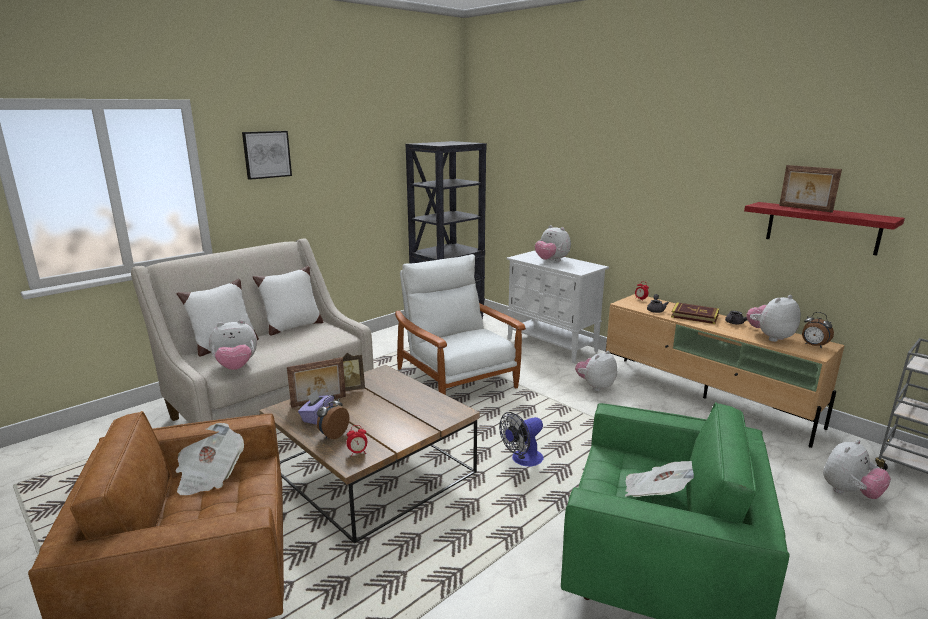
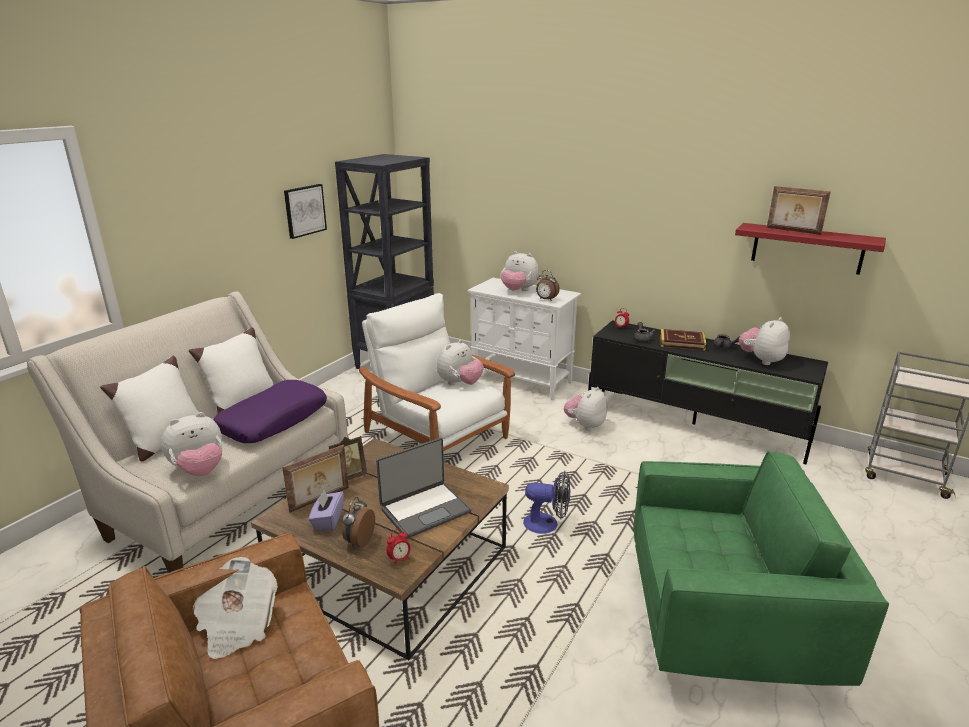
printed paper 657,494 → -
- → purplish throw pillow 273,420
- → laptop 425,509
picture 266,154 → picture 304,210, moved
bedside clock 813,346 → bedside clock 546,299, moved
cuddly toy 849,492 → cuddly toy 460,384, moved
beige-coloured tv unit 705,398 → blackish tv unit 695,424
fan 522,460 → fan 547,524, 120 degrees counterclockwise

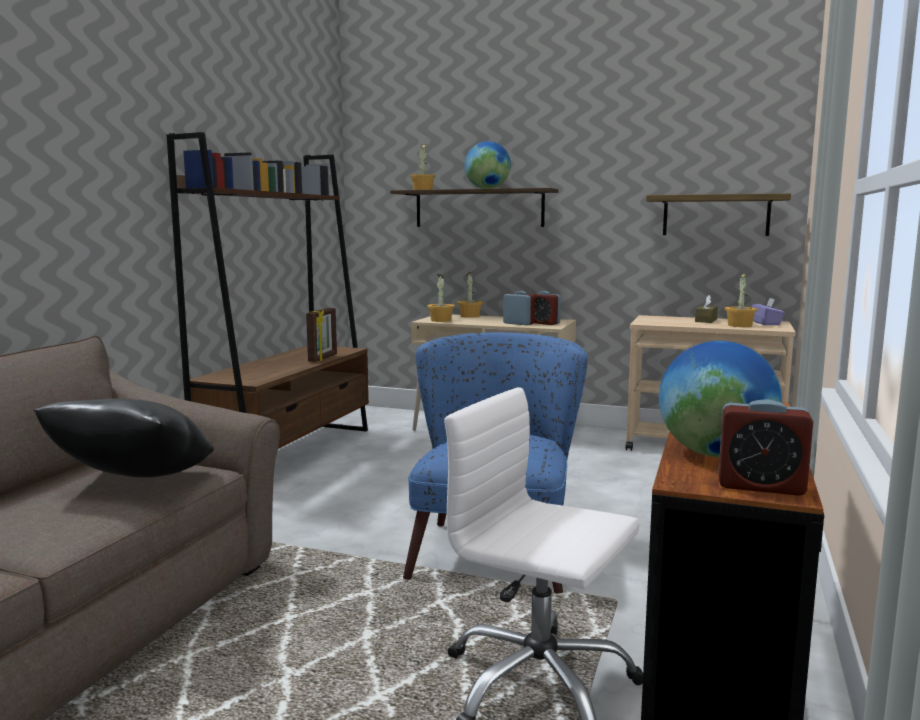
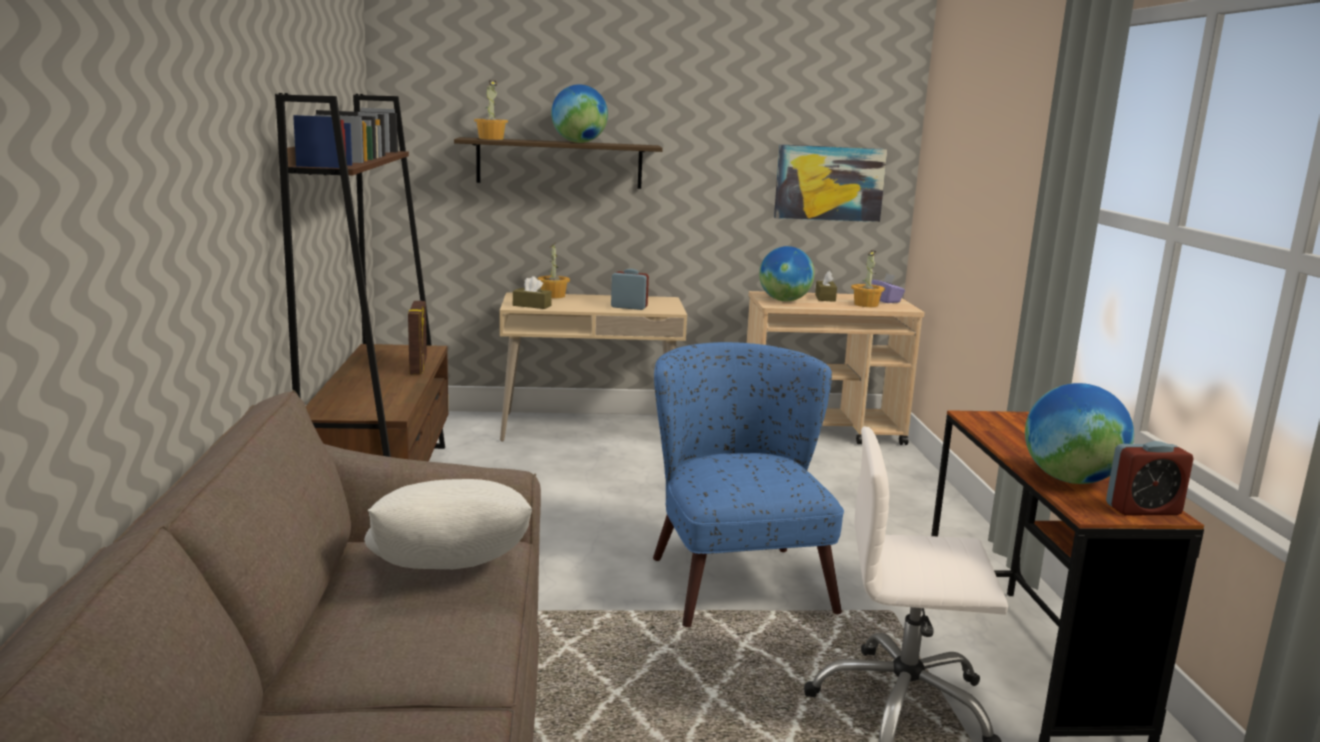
bedside clock 544,323 → -
- → globe 784,300
plant in a pot 440,320 → brown-coloured box of tissues 532,305
shelf 715,215 → picture 829,183
blackish throw pillow 134,483 → white throw pillow 447,575

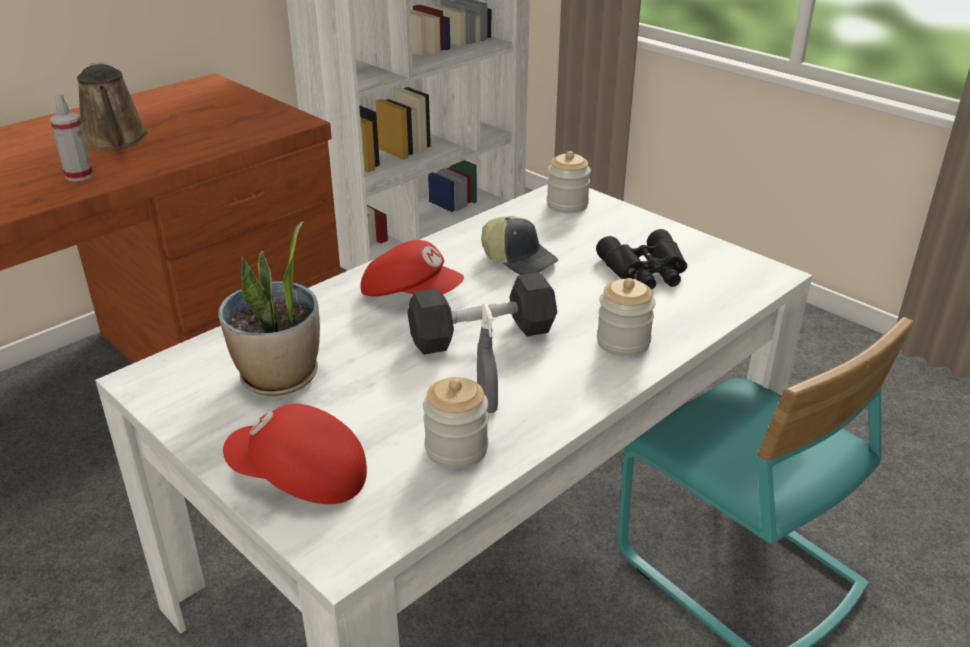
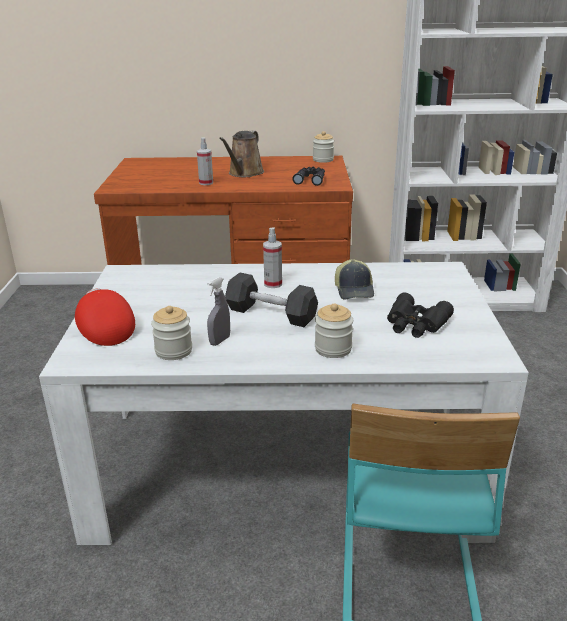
plant in a pot 280,377 → -
- → blackish field glasses 310,180
storage jar 567,205 → storage jar 323,160, moved
red-coloured peaked cap 411,294 → sprayer 273,284

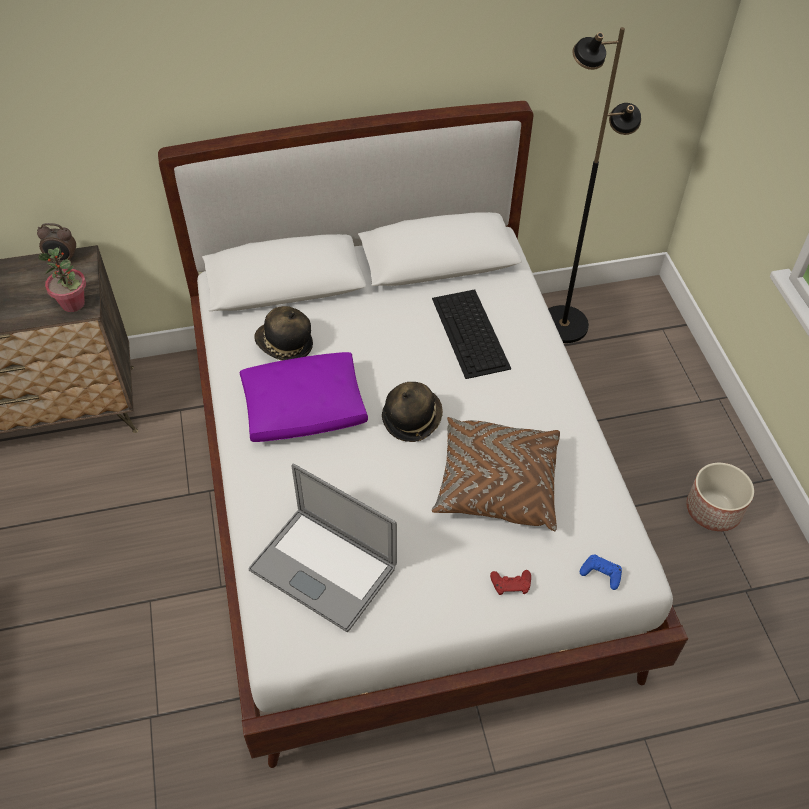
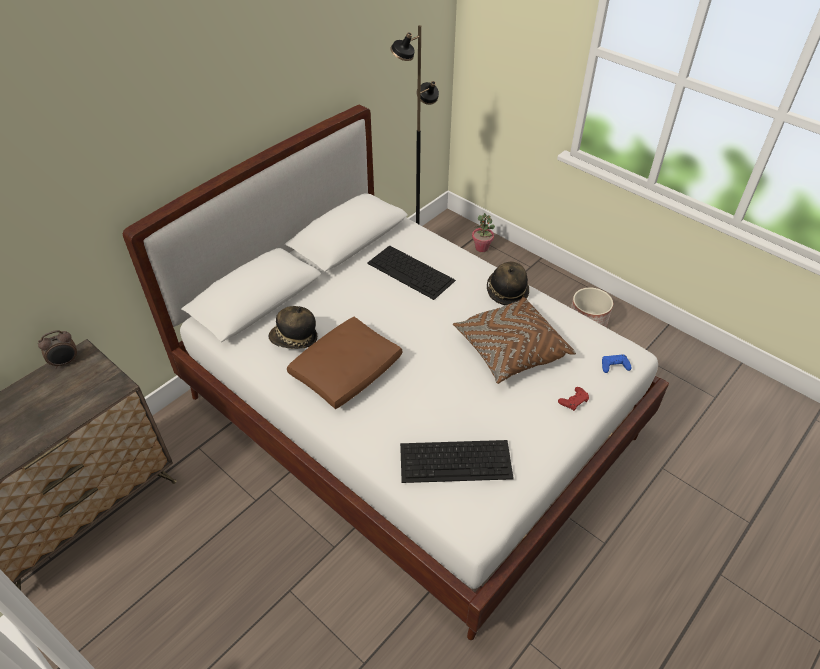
plant in a pot 73,304 → plant in a pot 482,248, moved
wearable hat 412,418 → wearable hat 506,291, moved
laptop 323,568 → PC keyboard 456,460
purplish throw pillow 305,407 → brown-coloured throw pillow 347,370

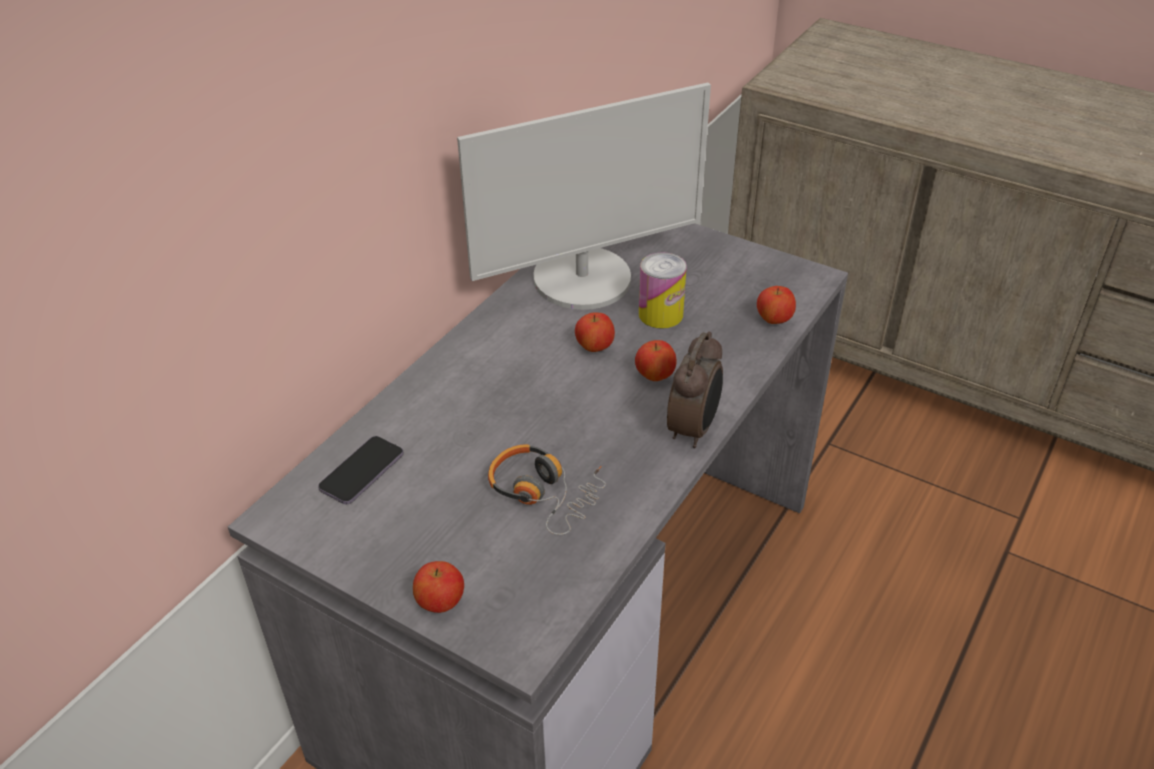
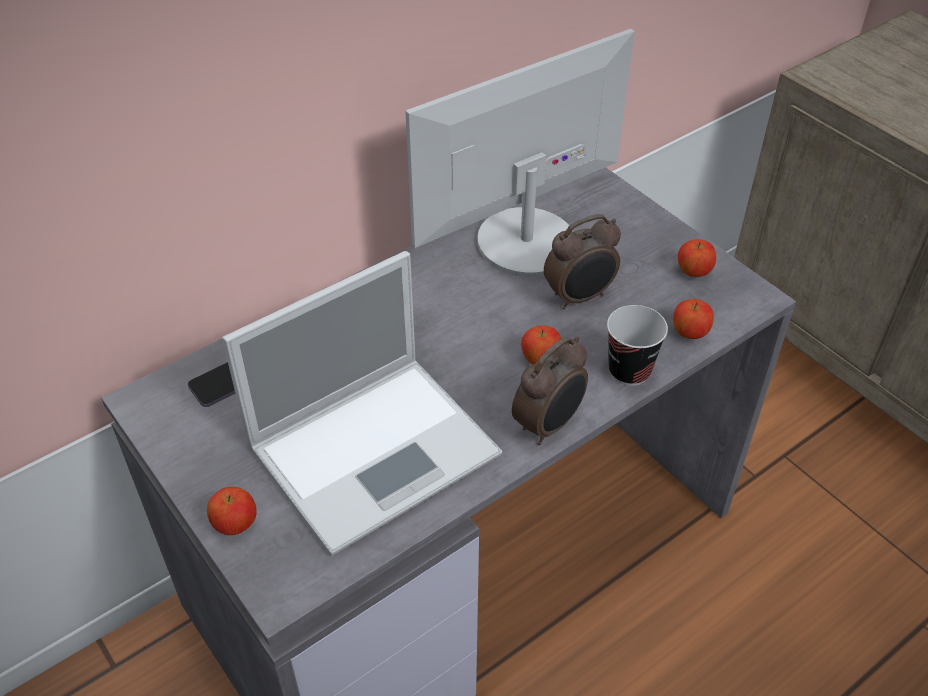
- → cup 629,371
apple 594,348 → apple 693,272, moved
headphones 544,493 → laptop 378,448
metal can 660,314 → bedside clock 580,297
computer display 583,279 → computer display 524,242, 150 degrees clockwise

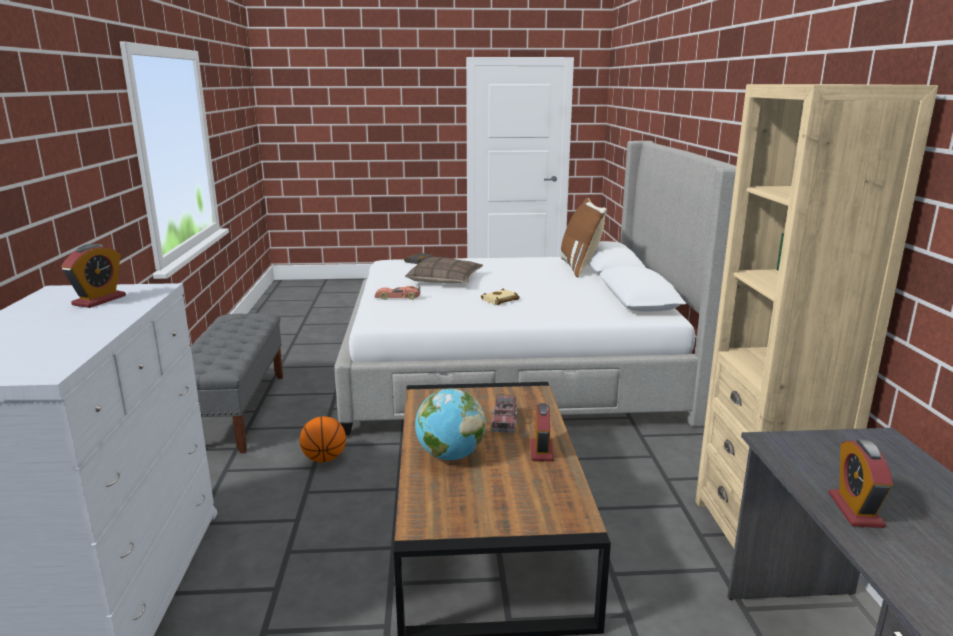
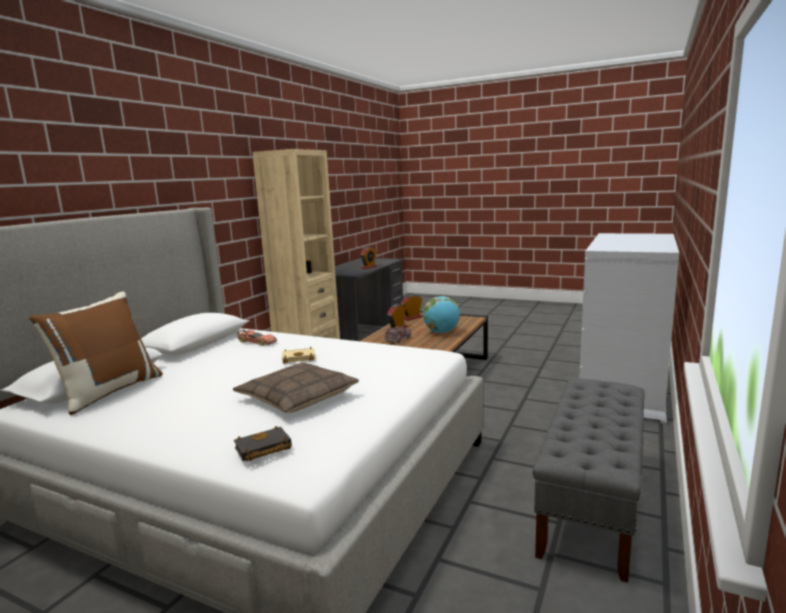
basketball ball 324,459 → -
bedside clock 99,300 → bedside clock 412,317, moved
miniature car 398,297 → miniature car 256,342, moved

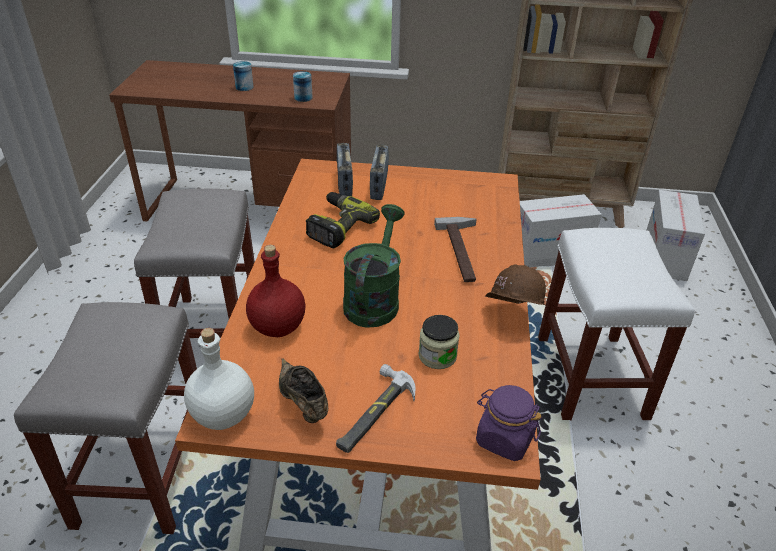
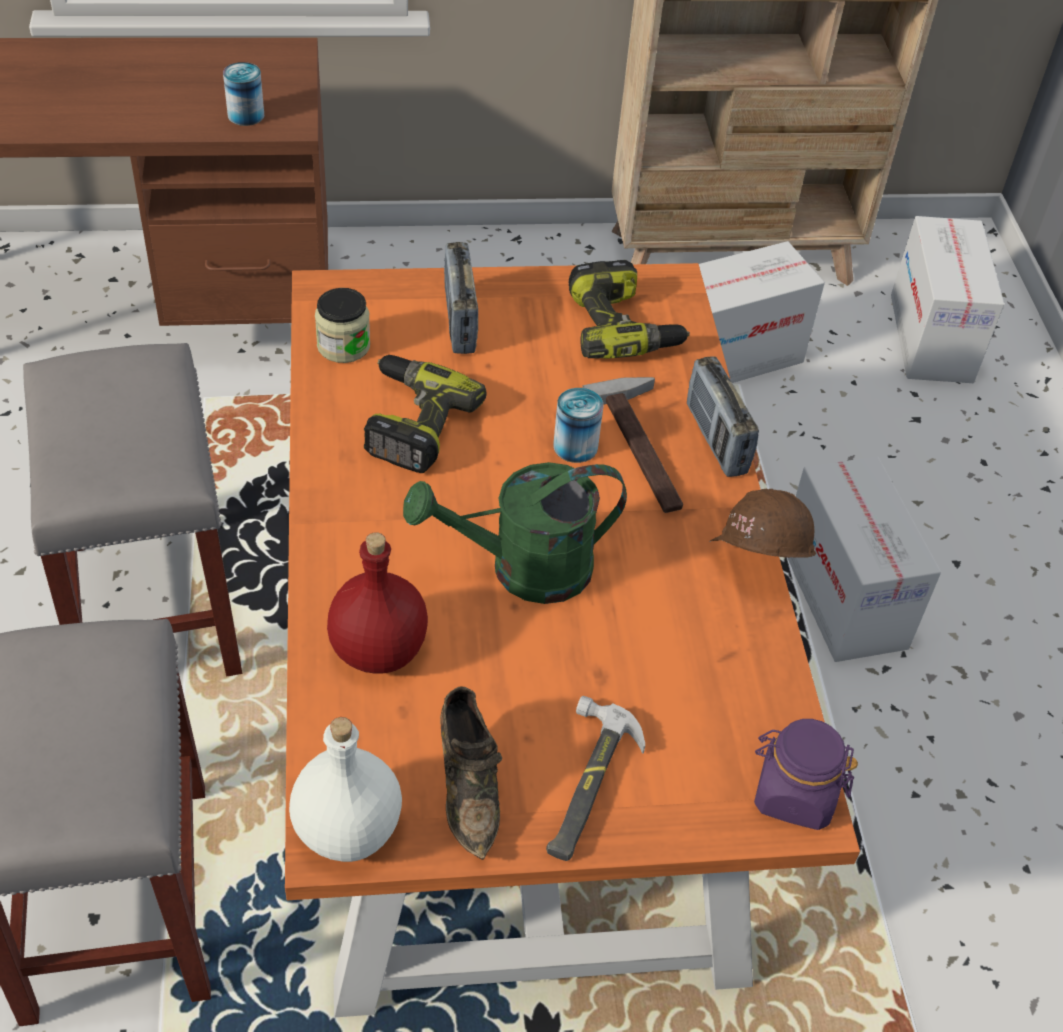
- → drill 622,327
metal can 244,87 → metal can 575,446, moved
radio receiver 344,184 → radio receiver 716,439, moved
storage jar 437,356 → storage jar 343,346, moved
white stool seat 592,378 → carton 843,596
brown-coloured low shoe 302,403 → brown-coloured low shoe 468,787, 150 degrees counterclockwise
greenish watering can 374,299 → greenish watering can 523,570, 105 degrees counterclockwise

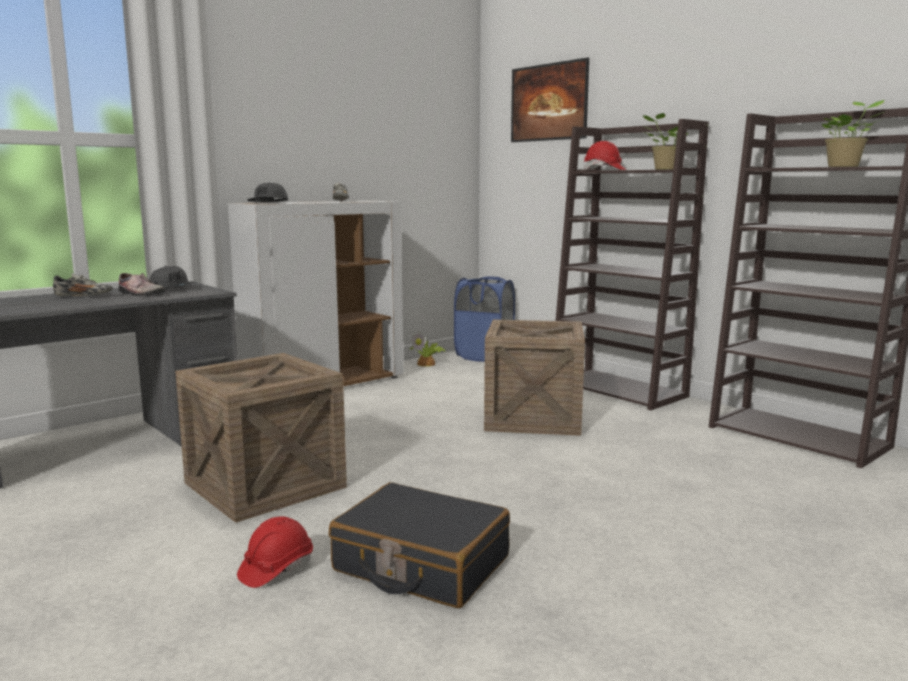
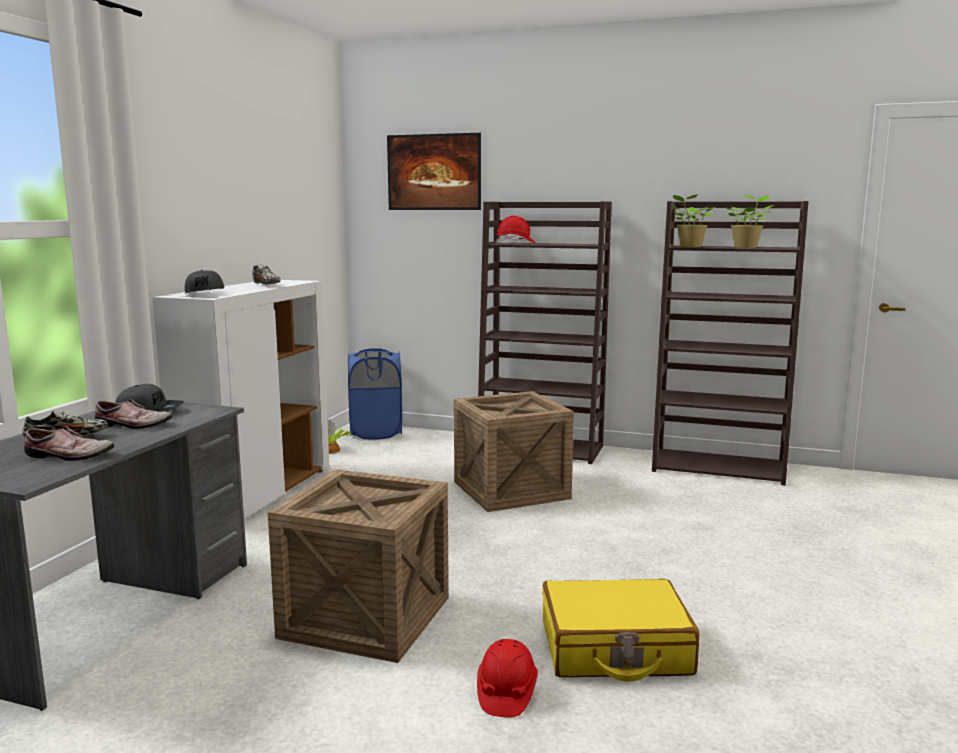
- → low shoe 68,456
plant in a pot 664,169 → plant in a pot 689,246, moved
blackish piece of luggage 421,564 → yellow piece of luggage 615,649

